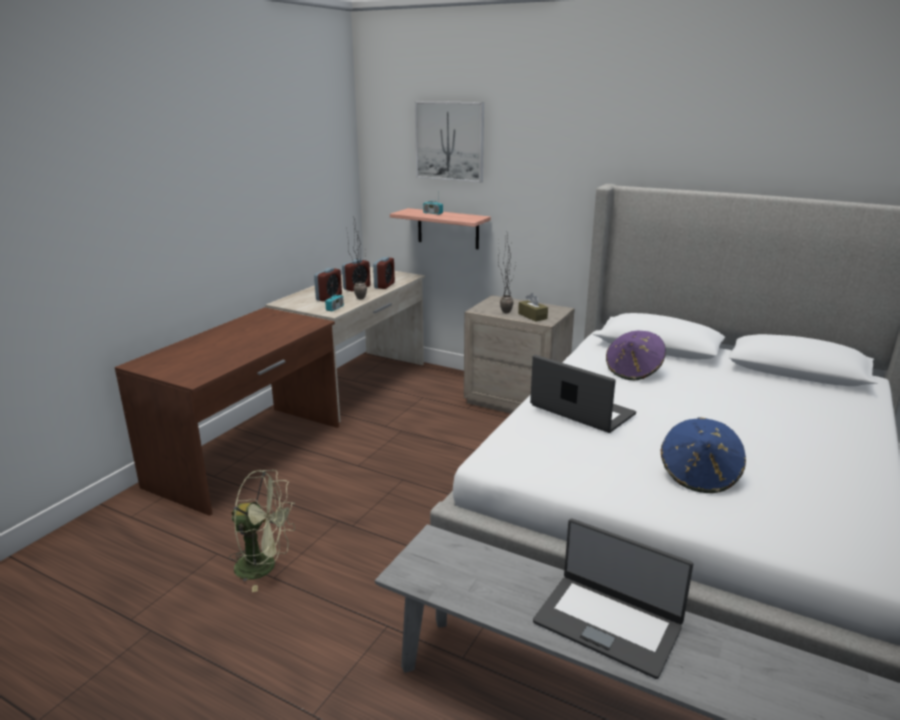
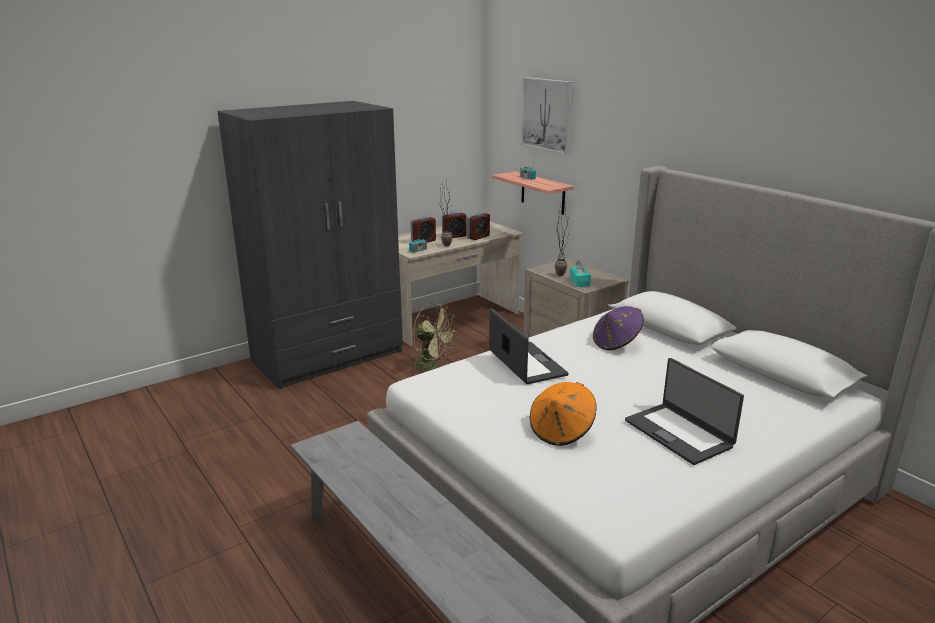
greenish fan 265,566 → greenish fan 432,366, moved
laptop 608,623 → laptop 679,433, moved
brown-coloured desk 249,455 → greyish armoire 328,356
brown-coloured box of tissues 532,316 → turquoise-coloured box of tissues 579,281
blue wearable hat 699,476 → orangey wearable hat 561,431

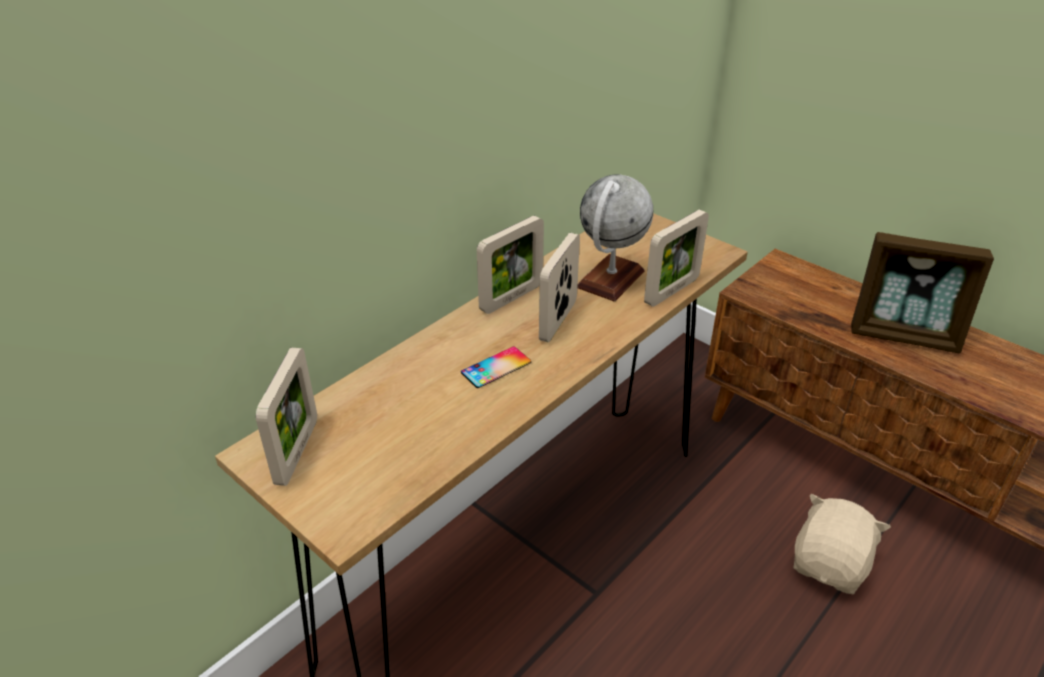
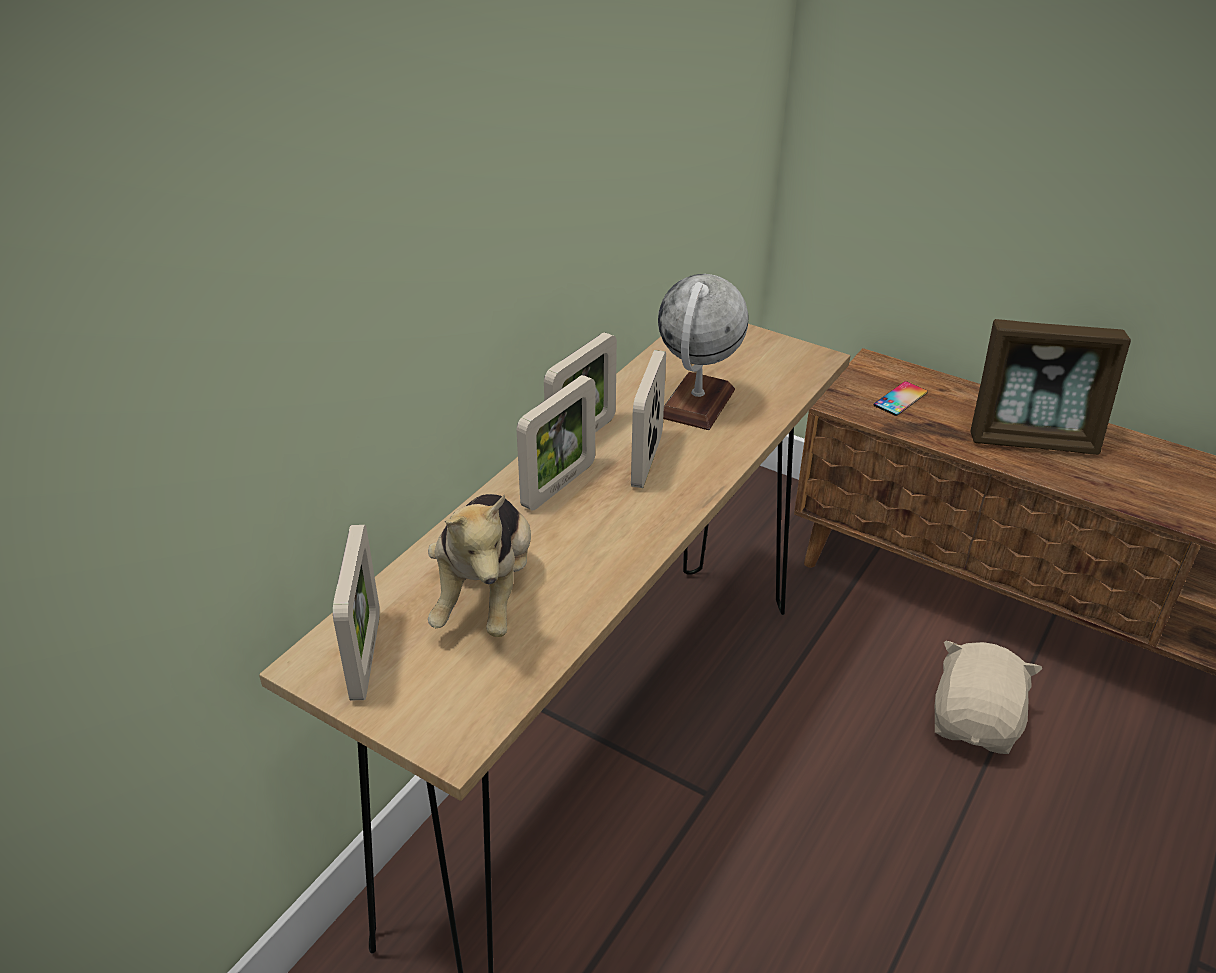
- → cuddly toy 485,593
phone 496,367 → phone 900,399, moved
photo frame 671,291 → photo frame 559,485, moved

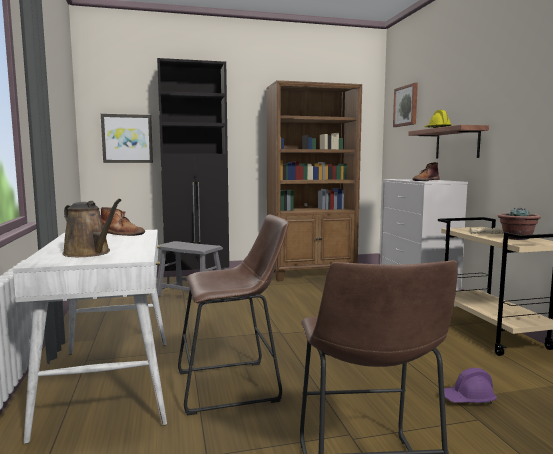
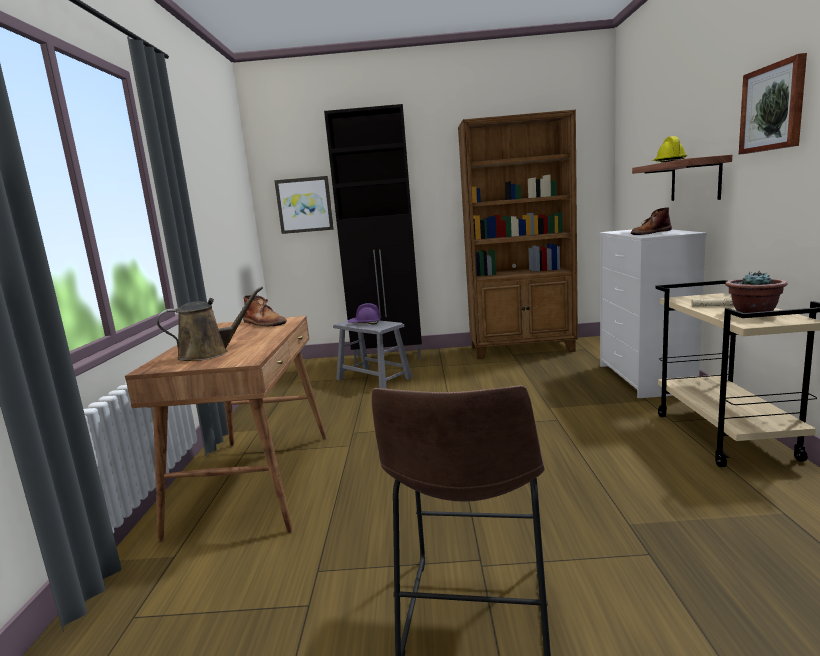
brown-coloured stool seat 234,386 → -
picture 406,106 → picture 773,108, moved
purplish hard hat 467,399 → purplish hard hat 365,323, moved
white desk 109,383 → brown-coloured desk 255,480
brown-coloured watering can 89,253 → brown-coloured watering can 209,353, 75 degrees counterclockwise

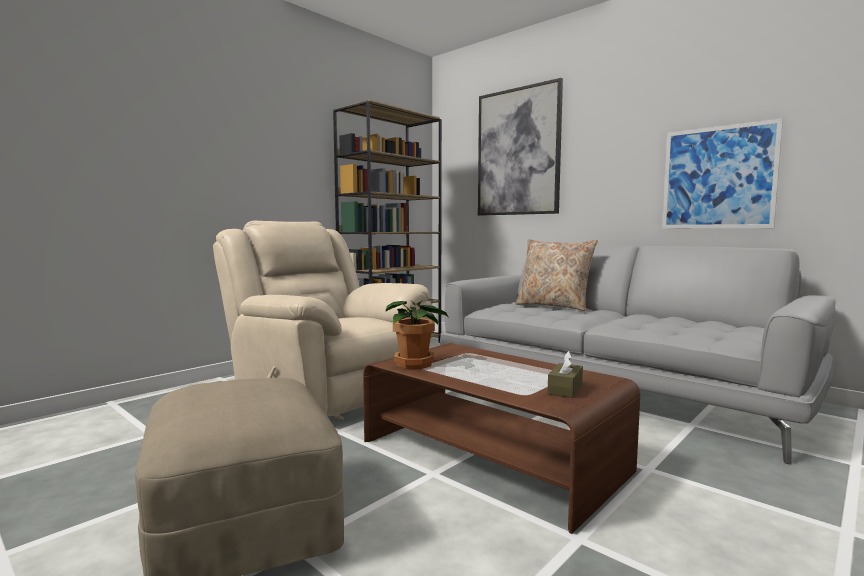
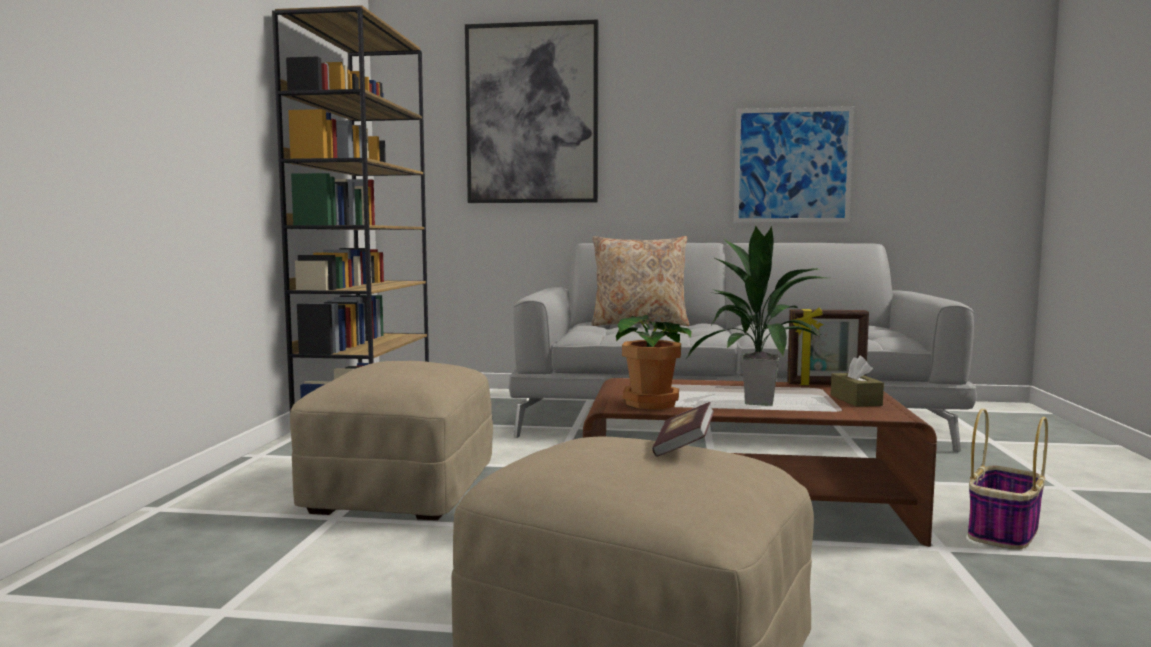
- → book 683,447
- → plant in a pot 760,402
- → photo frame 826,385
- → basket 1003,532
beige-coloured armchair 326,393 → beige-coloured pouffe 401,489

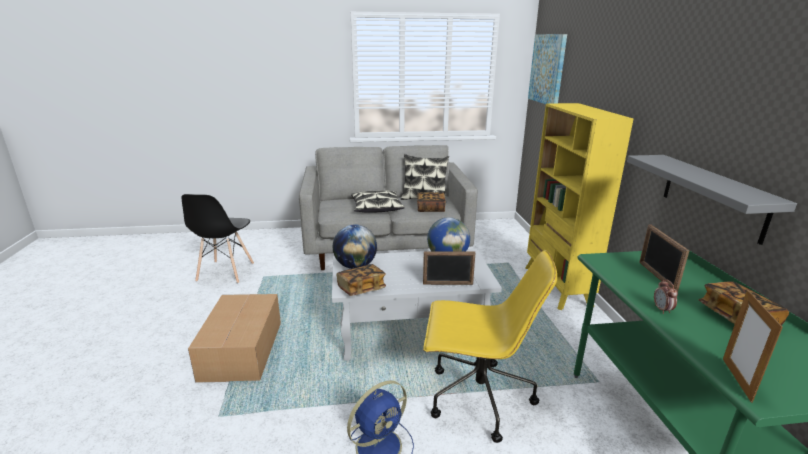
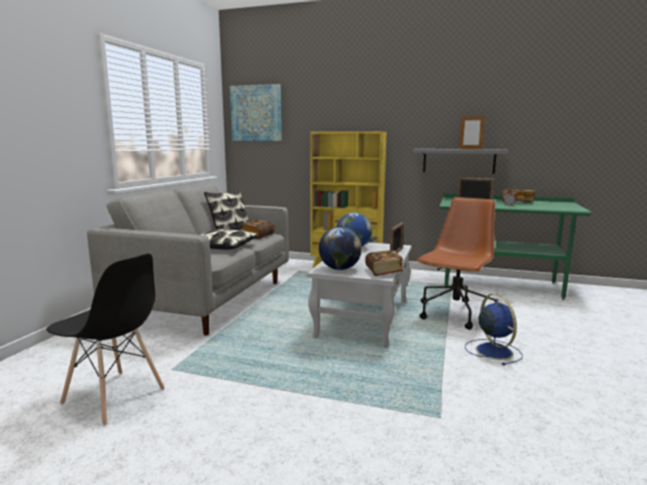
carton 243,349 → -
photo frame 736,379 → photo frame 470,149, moved
yellow office chair 477,398 → brown-coloured office chair 454,314

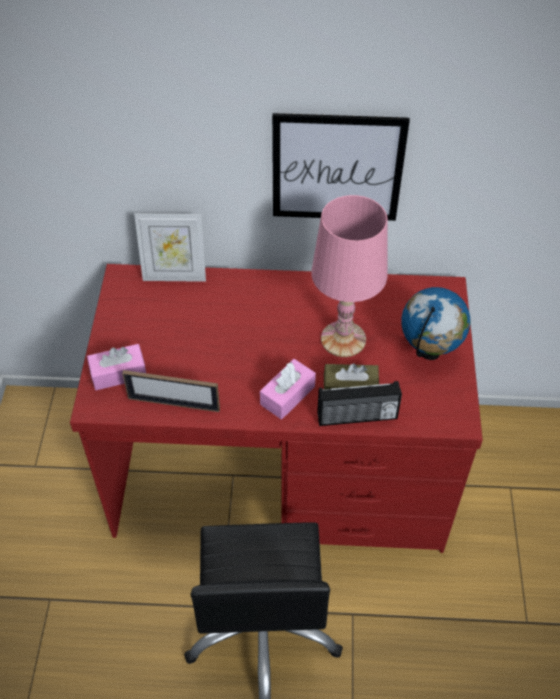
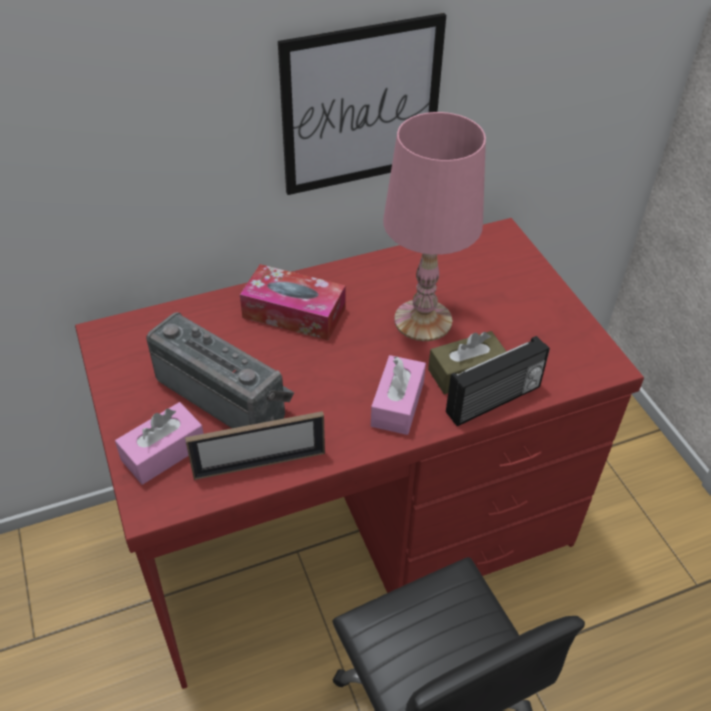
photo frame 174,276 → -
globe 429,352 → -
- → radio receiver 225,395
- → box of tissues 294,313

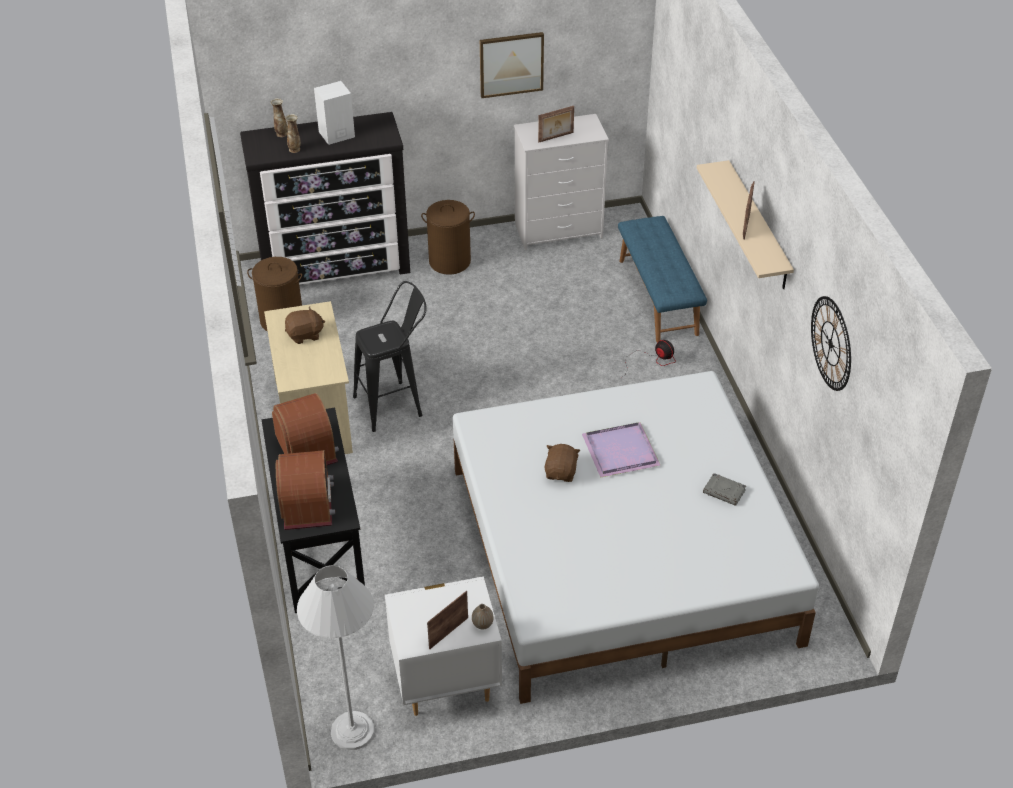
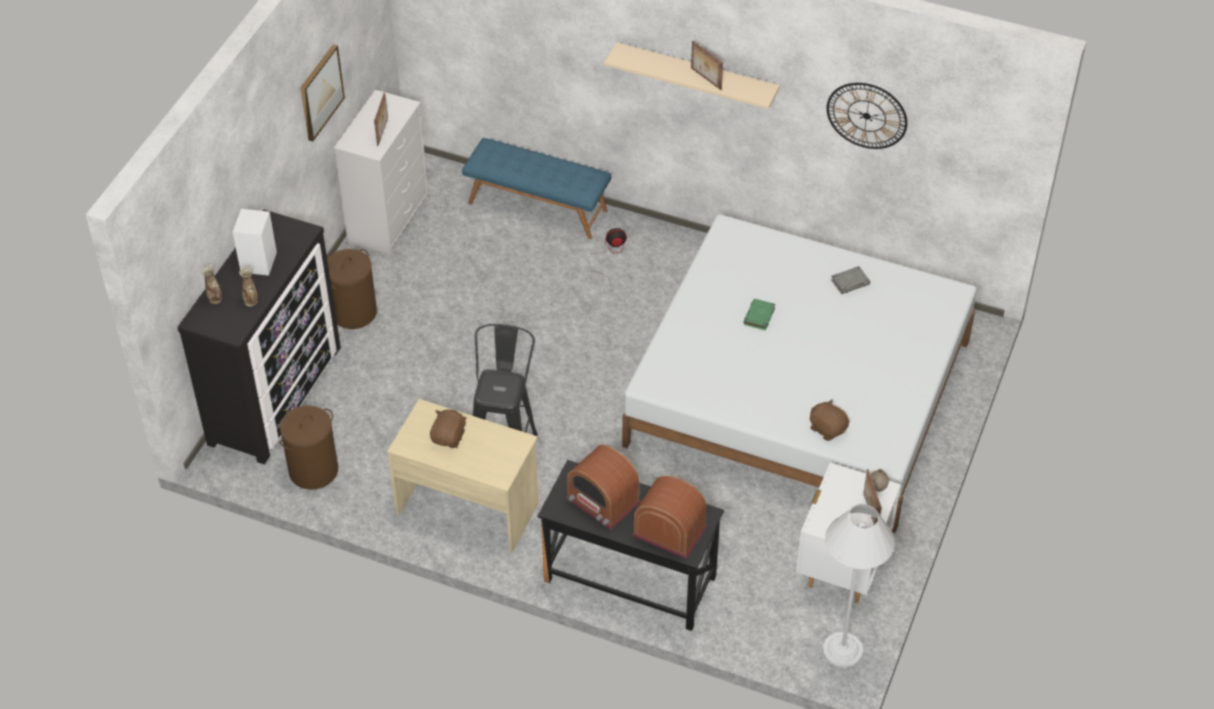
brown-coloured cuddly toy 561,472 → brown-coloured cuddly toy 827,428, moved
purplish carrying tray 619,452 → greenish book 759,316
radio receiver 307,449 → radio receiver 603,501, 150 degrees counterclockwise

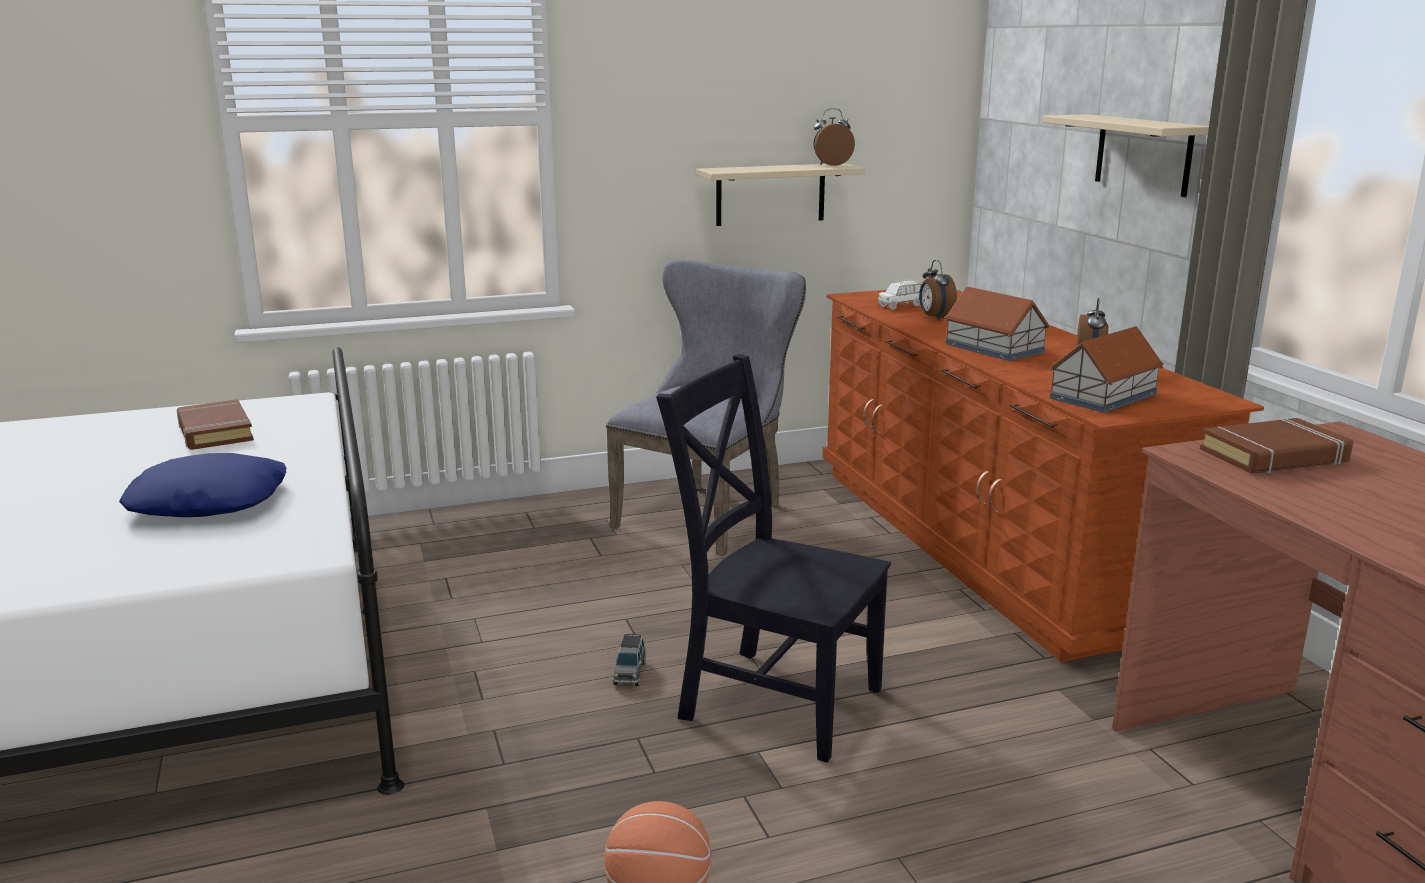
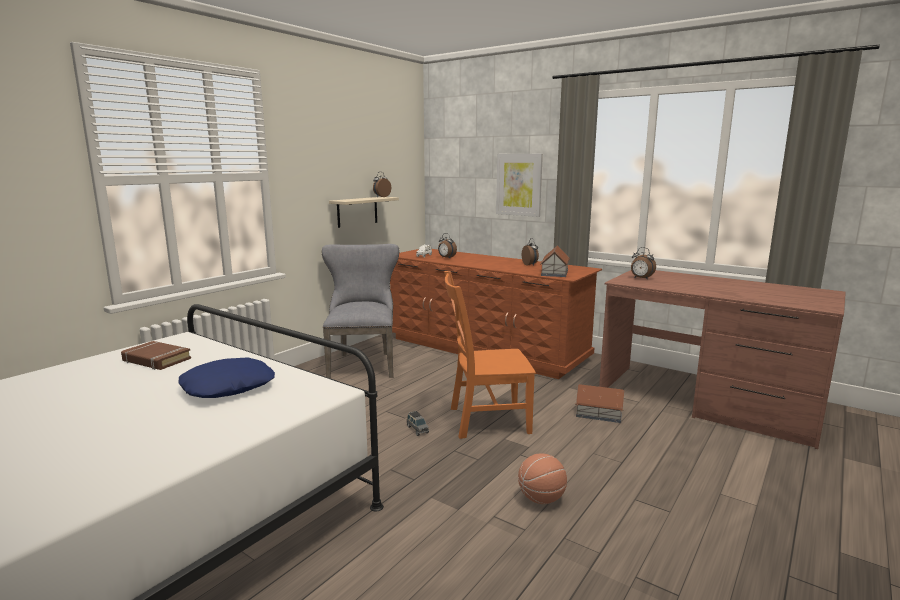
toy house 994,348 → toy house 599,414, moved
beige-coloured shelf 1143,154 → picture 519,184
brown-coloured book 1274,456 → bedside clock 641,278
blackish chair 773,699 → orangey chair 485,420

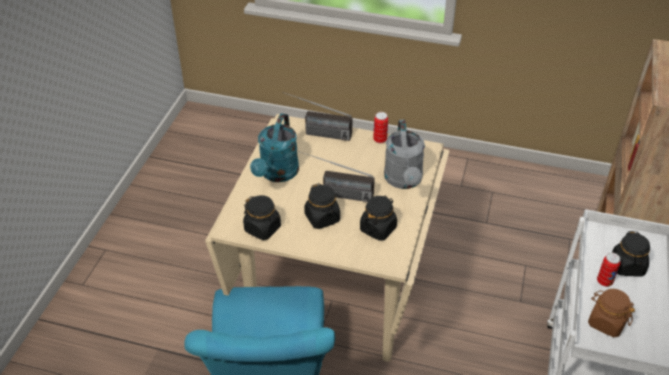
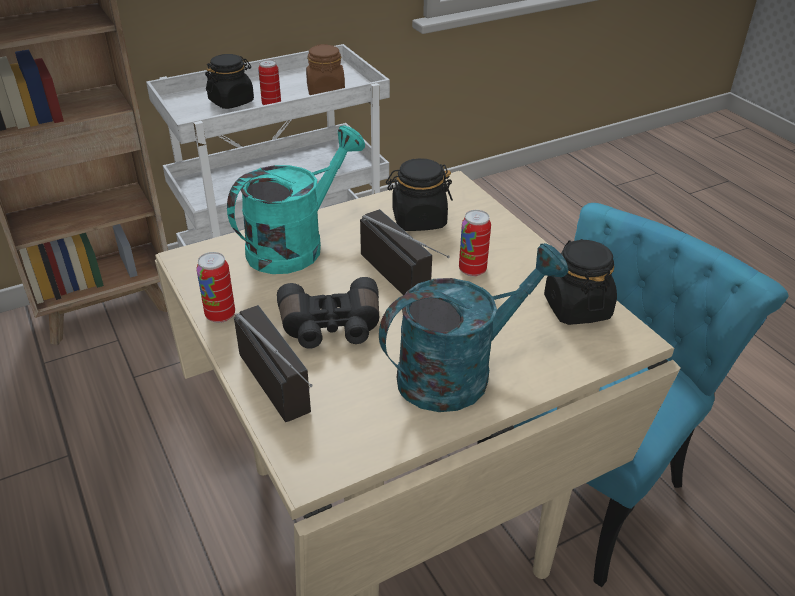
- → blackish field glasses 331,327
blackish storage jar 322,218 → metal can 472,270
greyish watering can 404,181 → turquoise-coloured watering can 295,244

